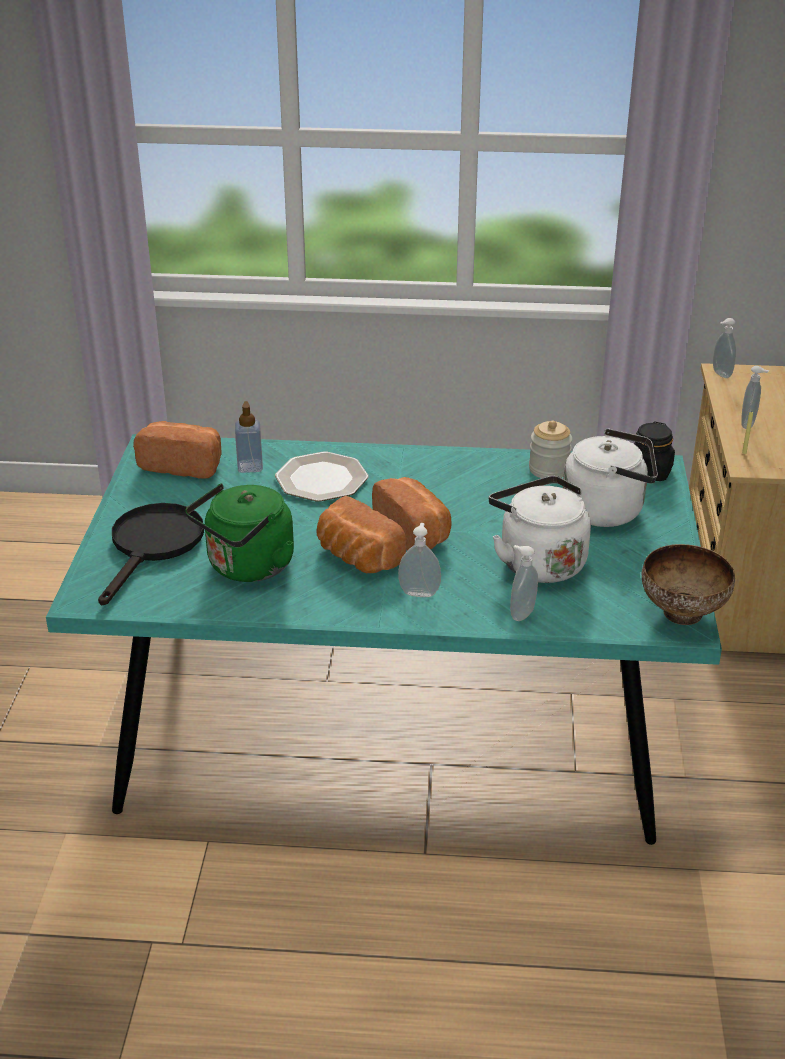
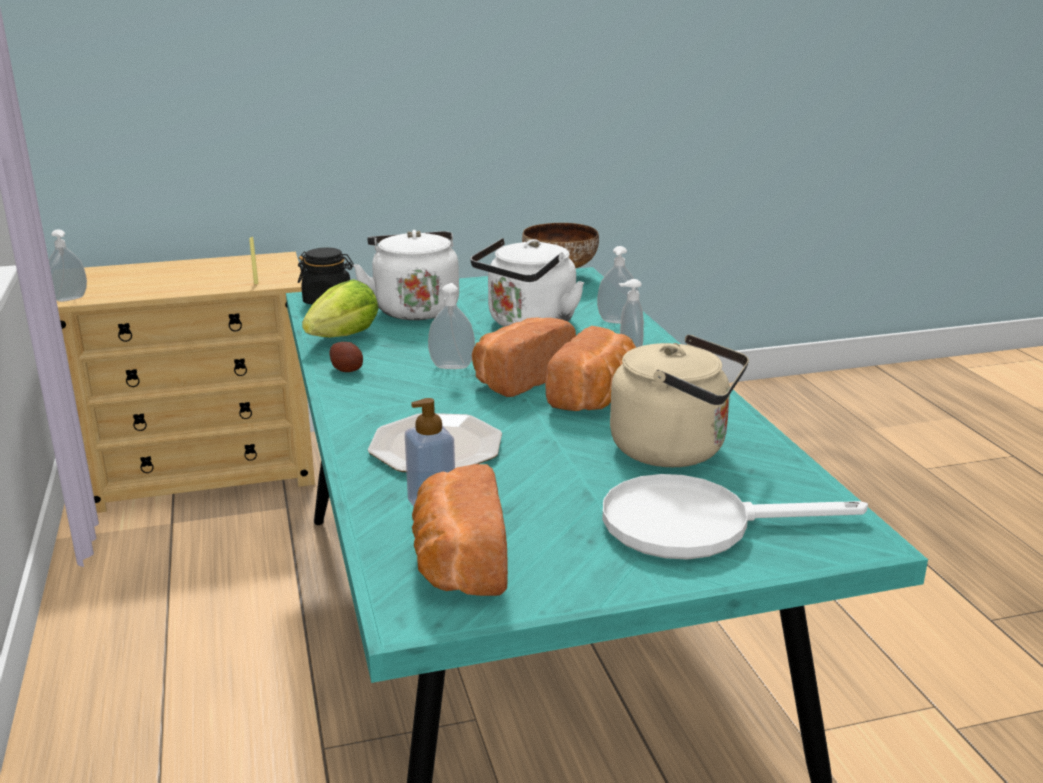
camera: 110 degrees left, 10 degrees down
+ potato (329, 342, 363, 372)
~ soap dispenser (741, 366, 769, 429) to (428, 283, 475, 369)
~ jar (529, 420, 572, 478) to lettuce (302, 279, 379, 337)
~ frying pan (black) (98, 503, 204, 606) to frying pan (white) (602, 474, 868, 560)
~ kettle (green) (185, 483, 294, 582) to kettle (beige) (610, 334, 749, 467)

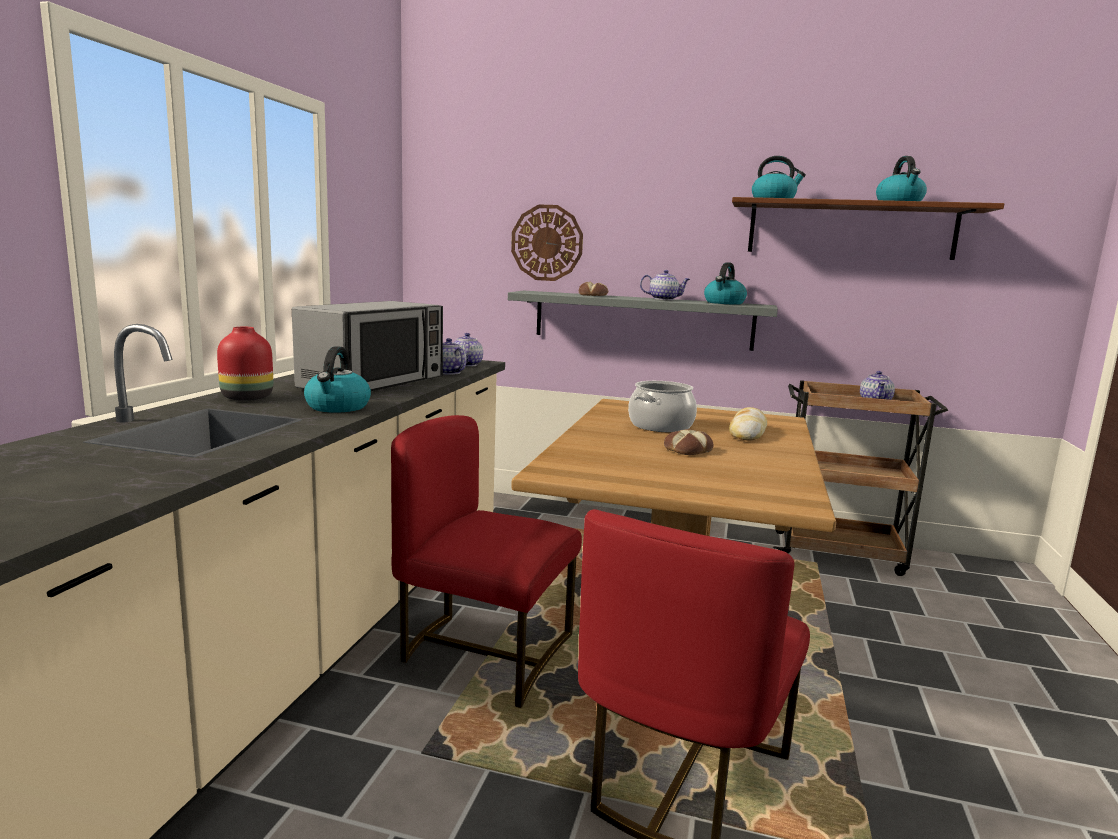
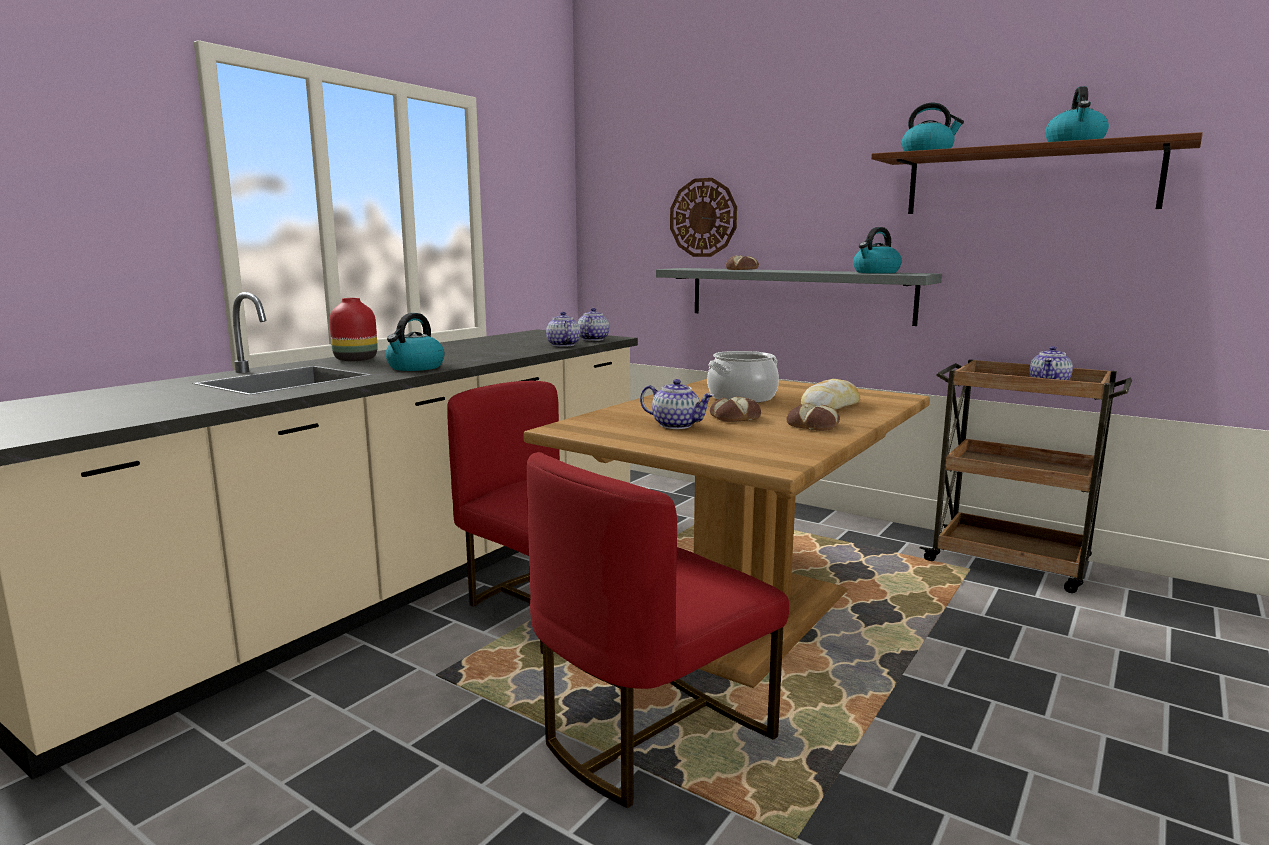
camera: 20 degrees right, 0 degrees up
- microwave (292, 301, 443, 391)
+ bread (786, 403, 840, 431)
~ teapot (640, 270, 690, 300) to (640, 379, 714, 429)

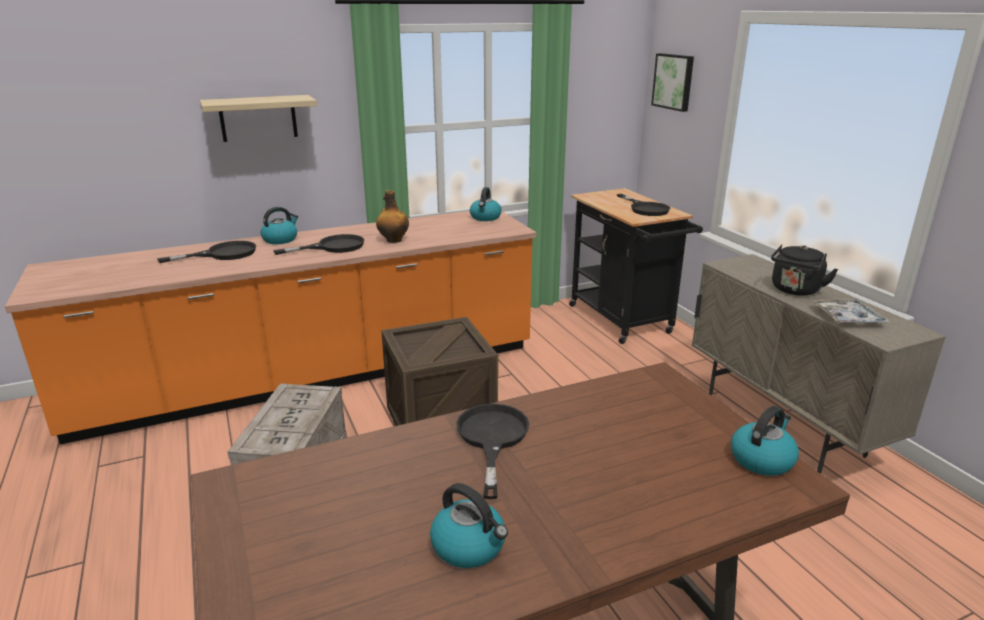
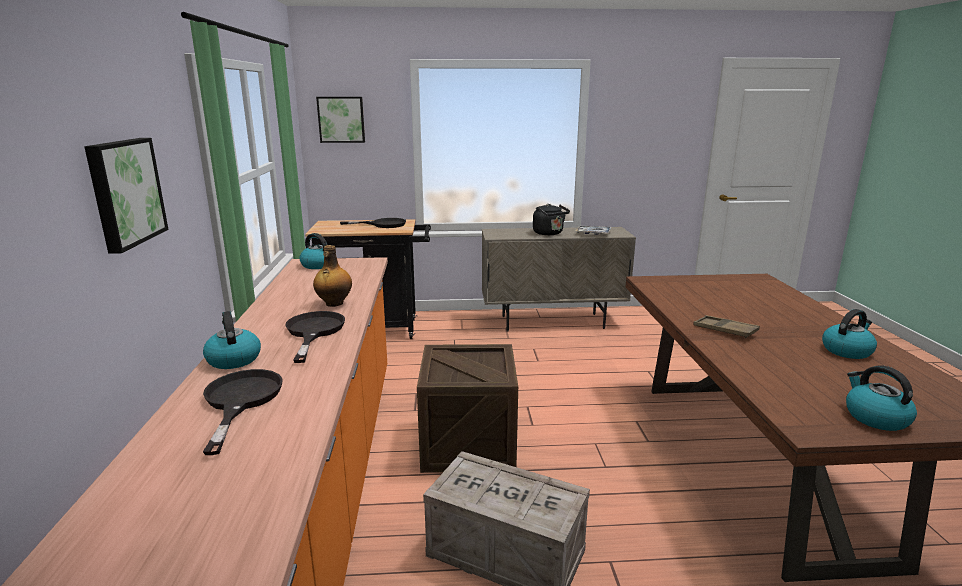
camera: 70 degrees left, 5 degrees down
~ kettle (731, 406, 799, 476) to (846, 365, 917, 431)
~ shelf (200, 95, 317, 142) to picture (84, 138, 169, 254)
~ frying pan (black) (456, 404, 529, 499) to tray (brown) (693, 315, 760, 338)

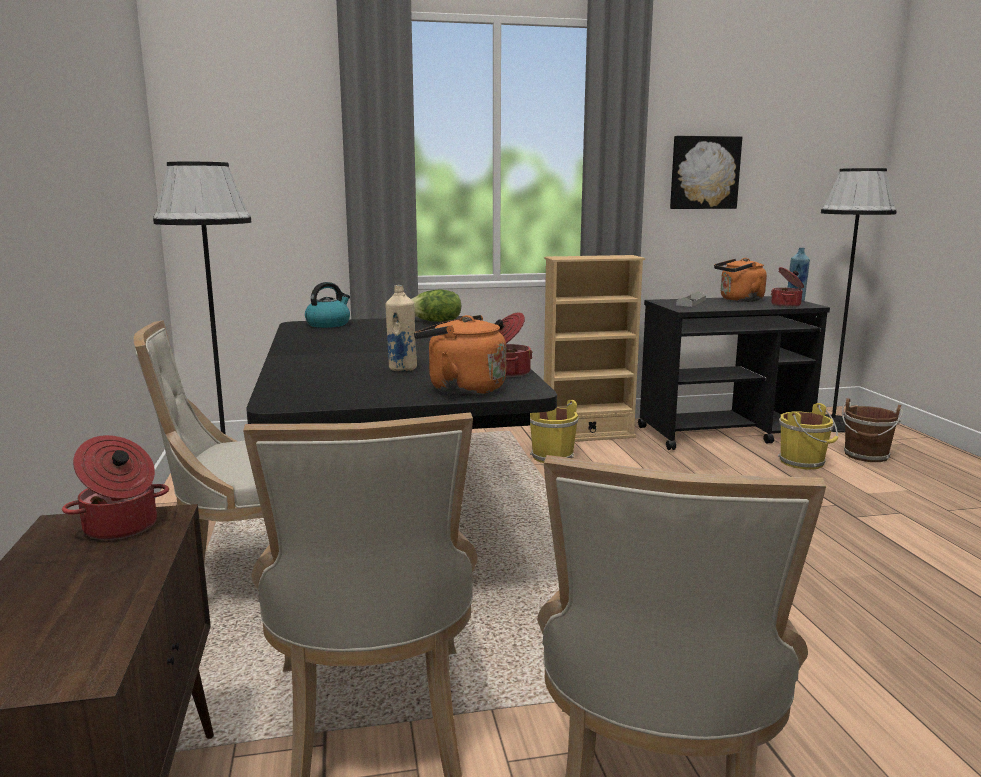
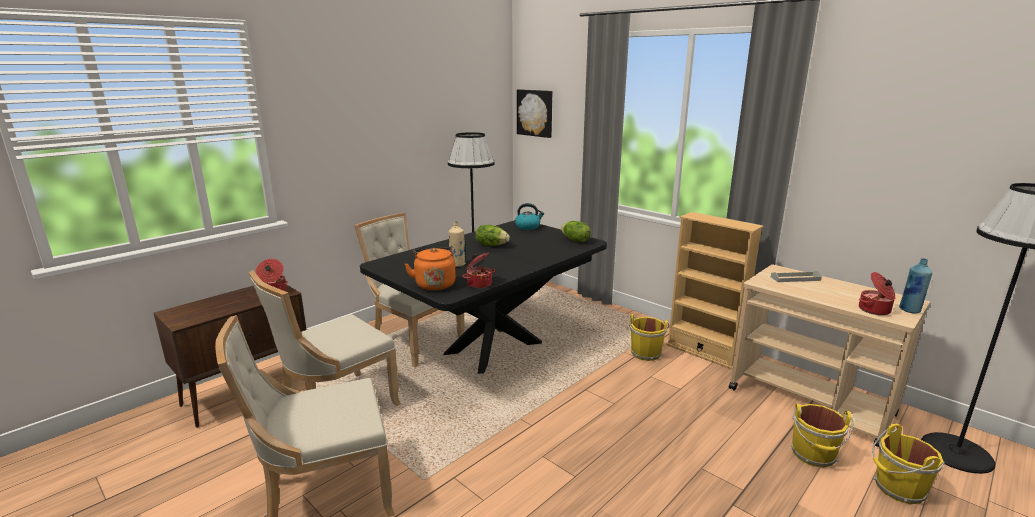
camera: 55 degrees right, 5 degrees up
- kettle (orange) (714, 258, 767, 302)
+ lettuce (475, 225, 510, 246)
~ picture (670, 136, 742, 209) to (517, 89, 552, 138)
~ cart (black) (638, 296, 830, 450) to cart (beige) (729, 264, 930, 447)
~ bucket (brown) (842, 398, 903, 462) to bucket (yellow) (872, 424, 944, 504)

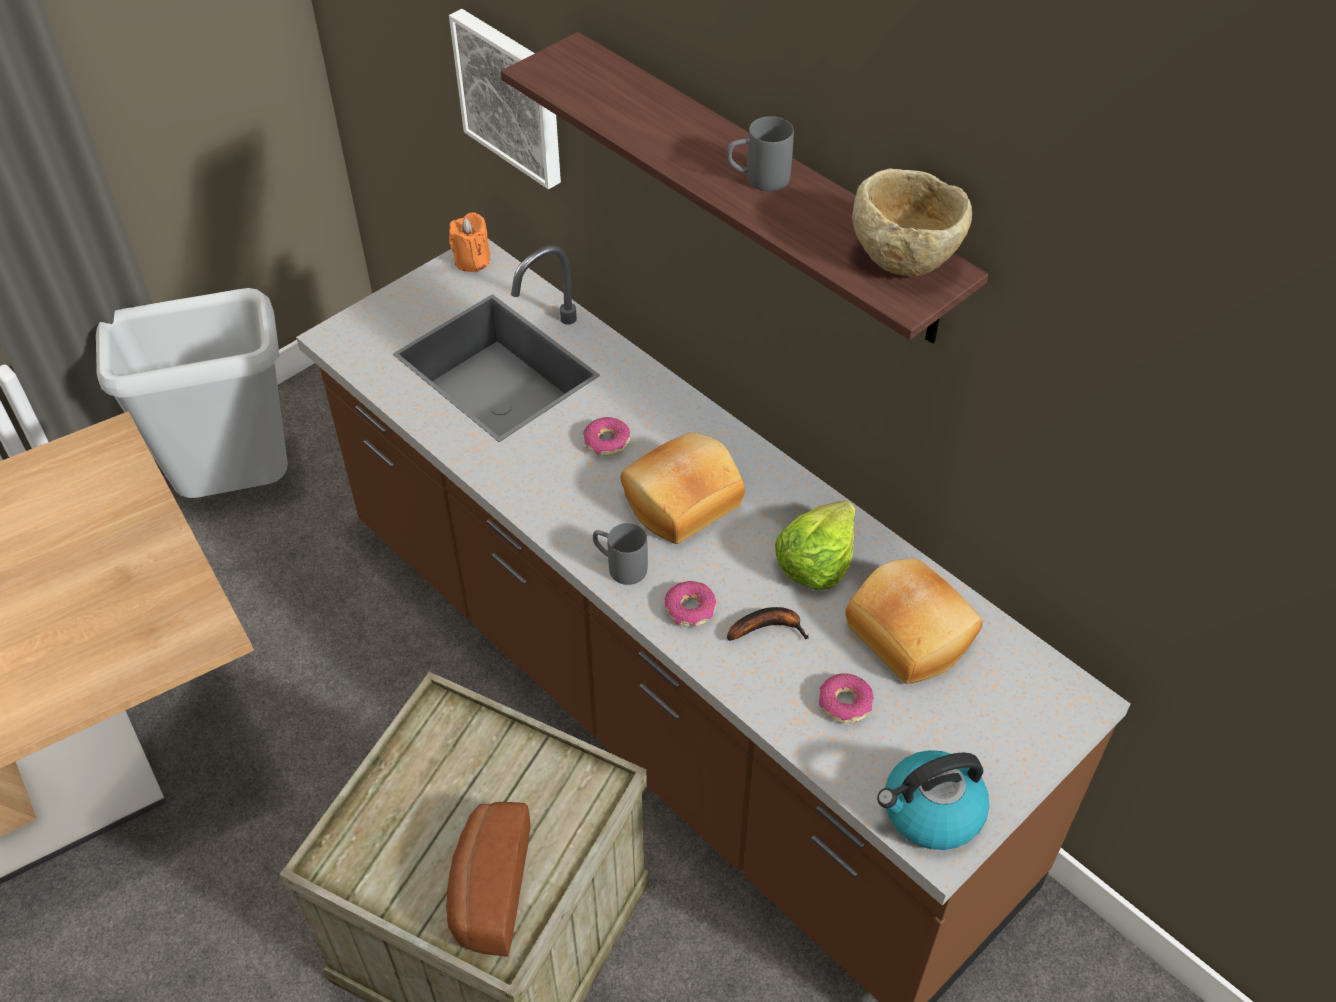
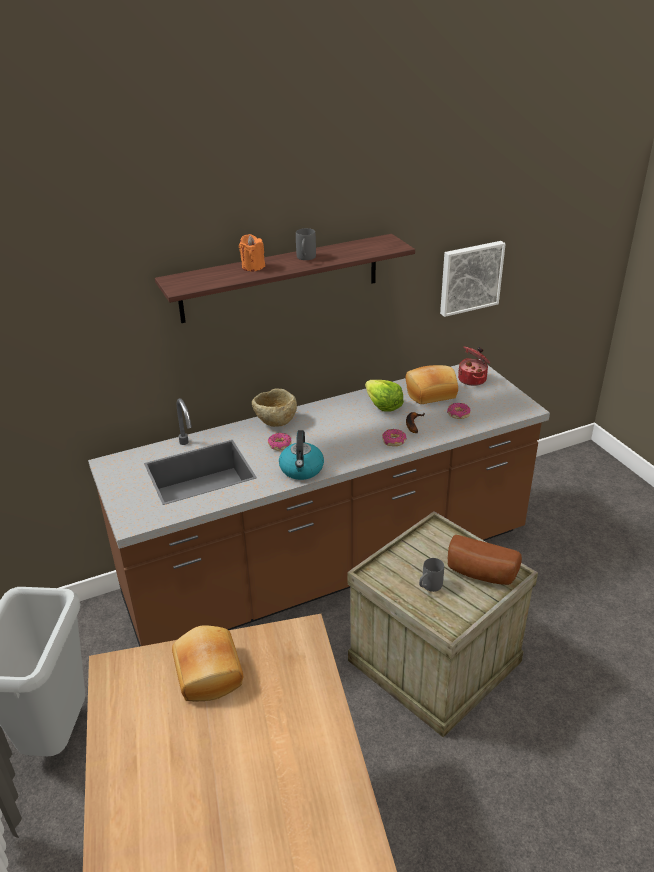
camera: 70 degrees left, 15 degrees down
+ cooking pot (458, 347, 490, 386)
~ picture (449, 9, 561, 189) to (440, 241, 506, 317)
~ candle (orange) (449, 212, 491, 272) to (239, 234, 265, 271)
~ mug (grey) (593, 523, 648, 585) to (419, 558, 444, 592)
~ bread (620, 432, 745, 544) to (172, 625, 243, 701)
~ bowl (beige) (852, 168, 972, 276) to (252, 388, 297, 427)
~ kettle (877, 750, 989, 850) to (279, 430, 324, 480)

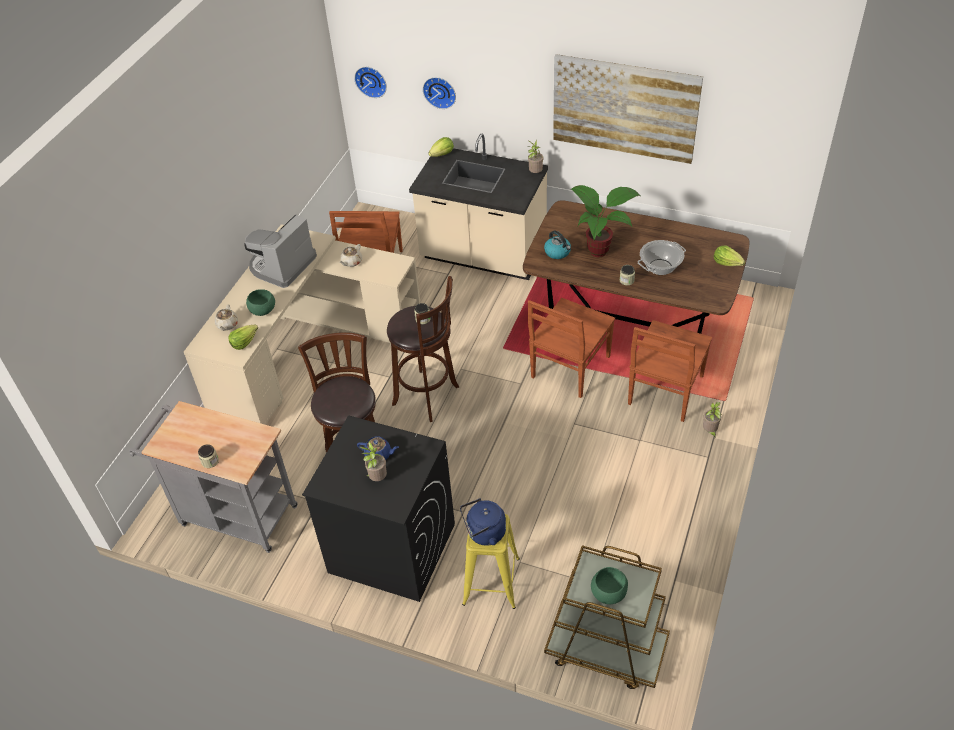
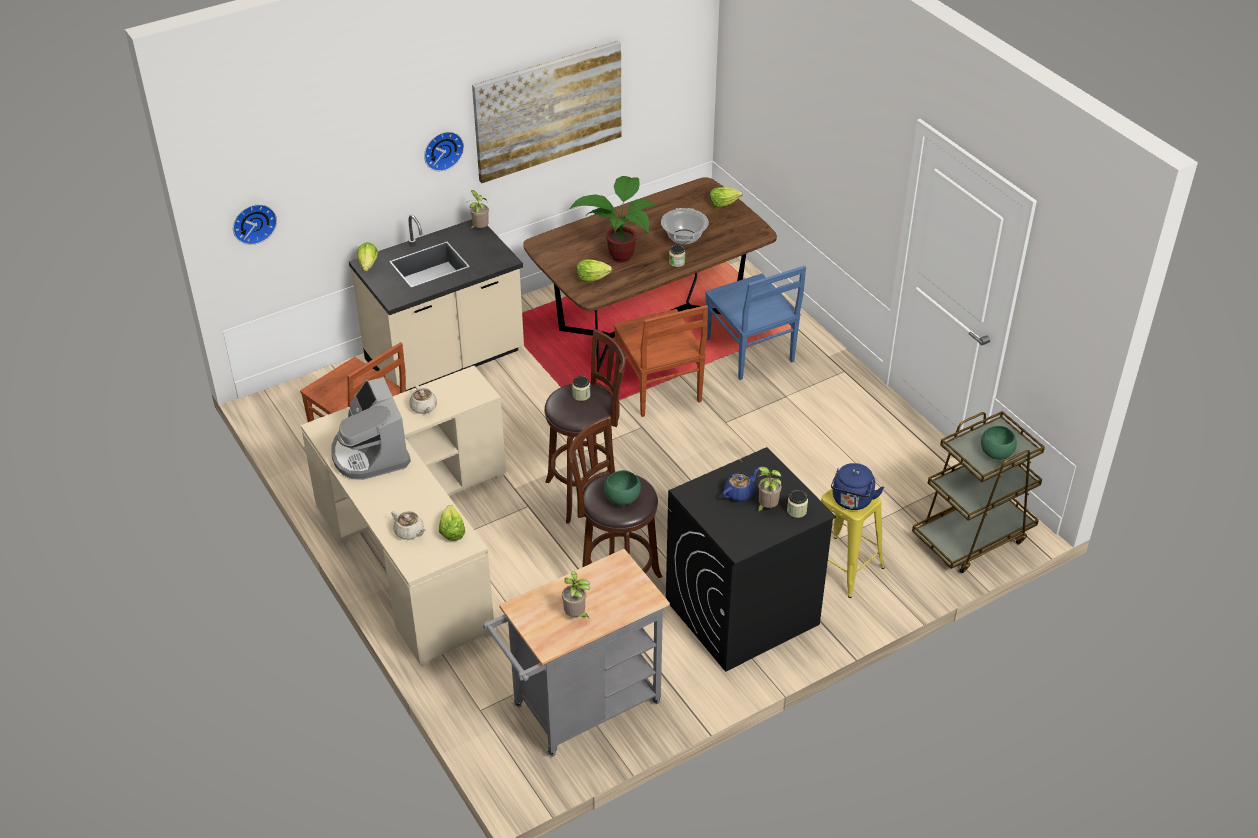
camera: 55 degrees left, 5 degrees down
~ jar (198, 444, 219, 468) to (787, 490, 808, 518)
~ bowl (green) (246, 289, 275, 316) to (604, 470, 641, 505)
~ wall clock (423, 77, 456, 109) to (424, 132, 464, 171)
~ potted plant (703, 402, 722, 437) to (562, 571, 590, 618)
~ kettle (544, 230, 571, 259) to lettuce (577, 259, 612, 282)
~ chair (brown) (628, 320, 712, 422) to chair (blue) (705, 266, 806, 380)

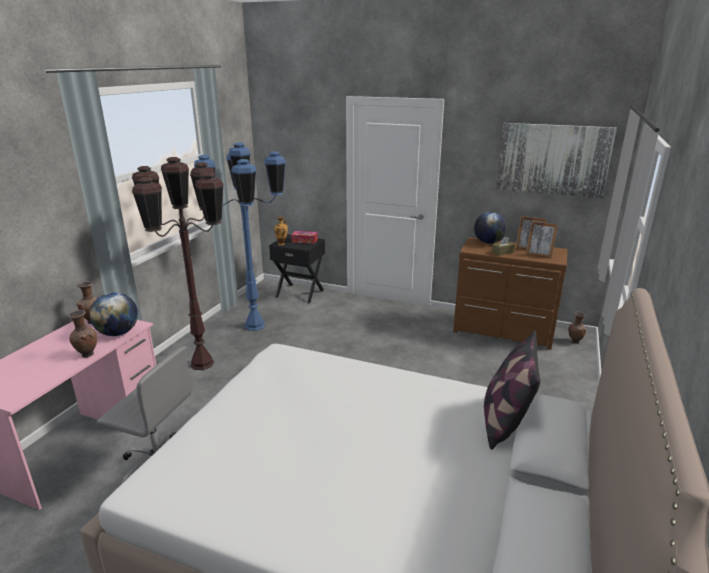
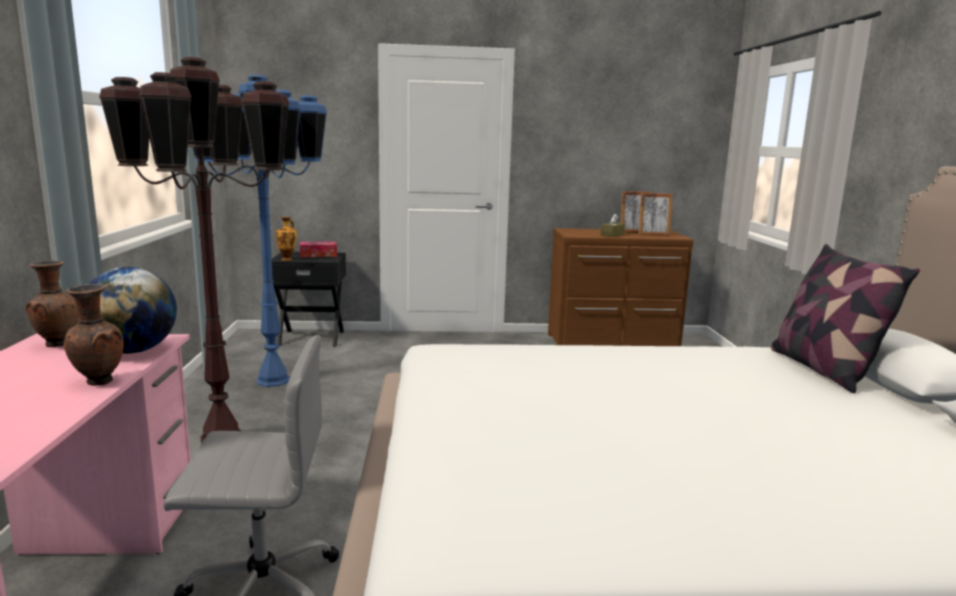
camera: 25 degrees left, 10 degrees down
- globe (474, 212, 506, 244)
- picture (496, 123, 617, 198)
- vase (brown) (568, 312, 586, 344)

